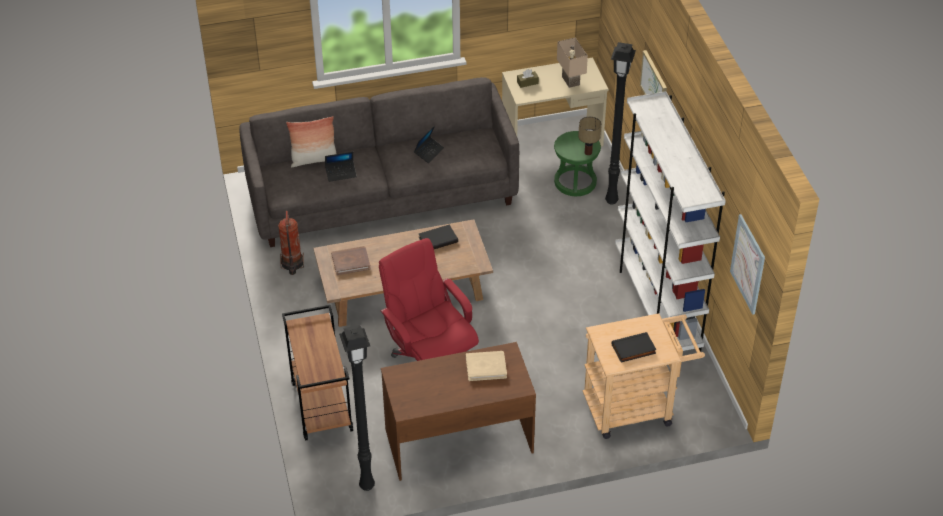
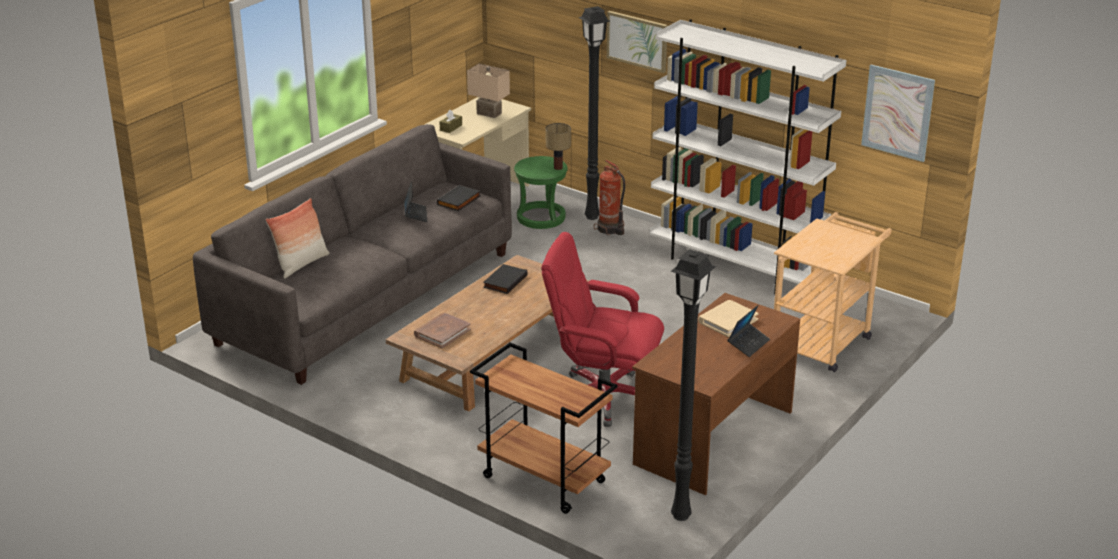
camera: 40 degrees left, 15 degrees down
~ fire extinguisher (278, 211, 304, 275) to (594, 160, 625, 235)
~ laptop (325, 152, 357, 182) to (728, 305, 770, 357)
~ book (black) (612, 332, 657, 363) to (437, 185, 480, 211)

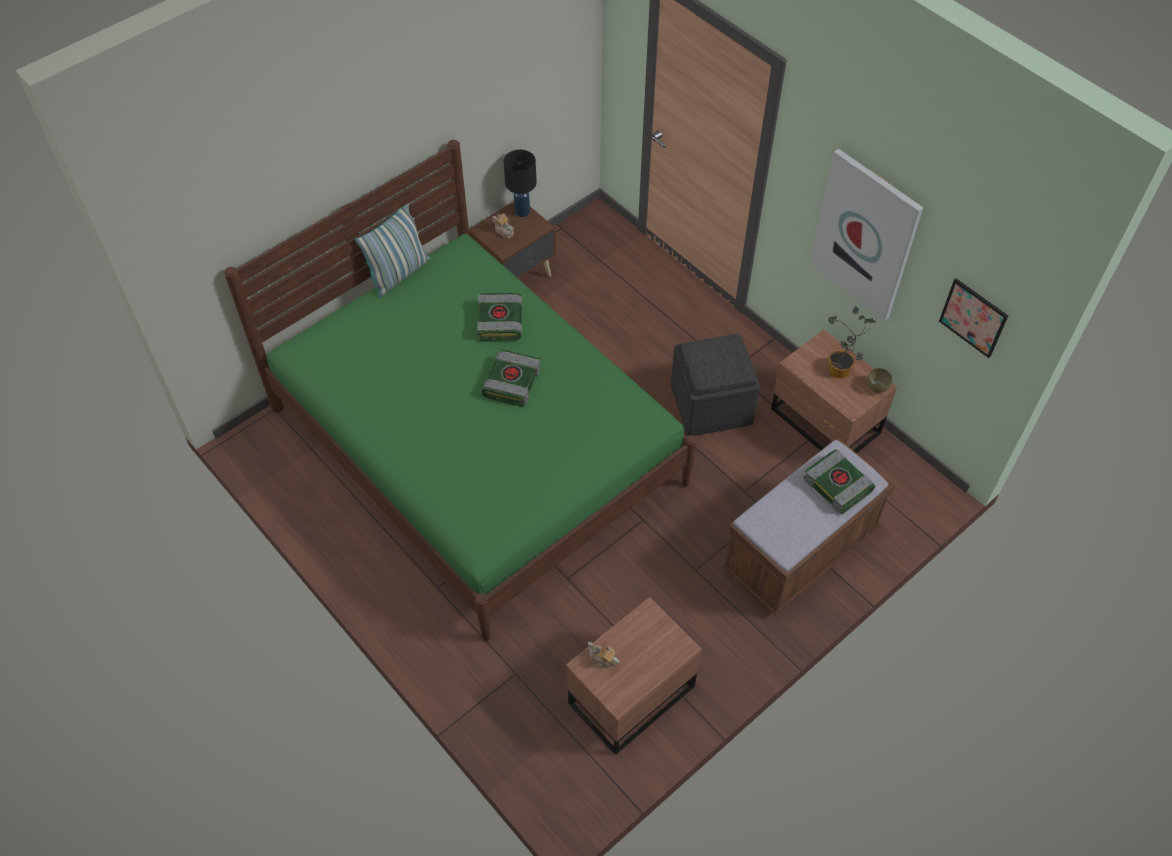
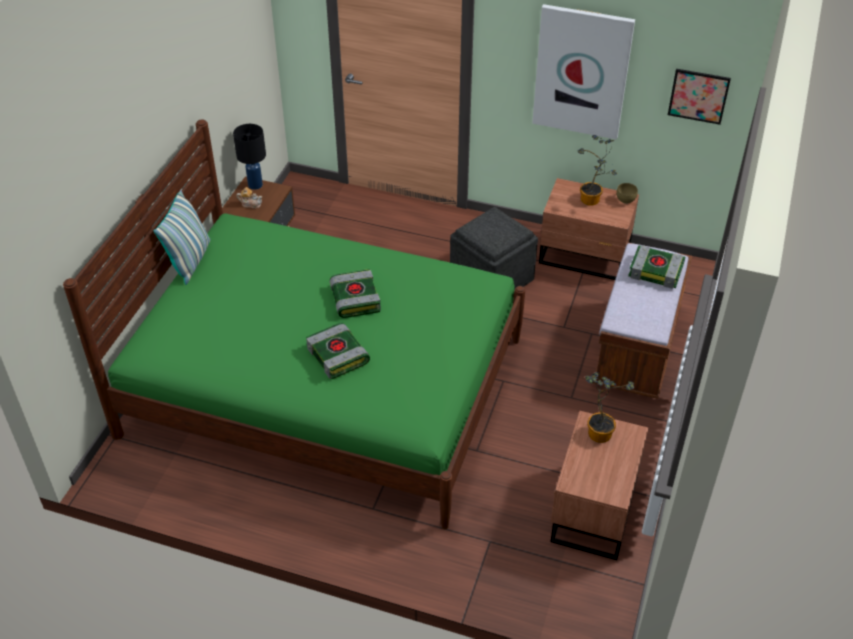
camera: 30 degrees left, 10 degrees down
- teapot (588, 642, 620, 668)
+ potted plant (585, 372, 634, 443)
~ book (477, 293, 522, 341) to (306, 323, 370, 379)

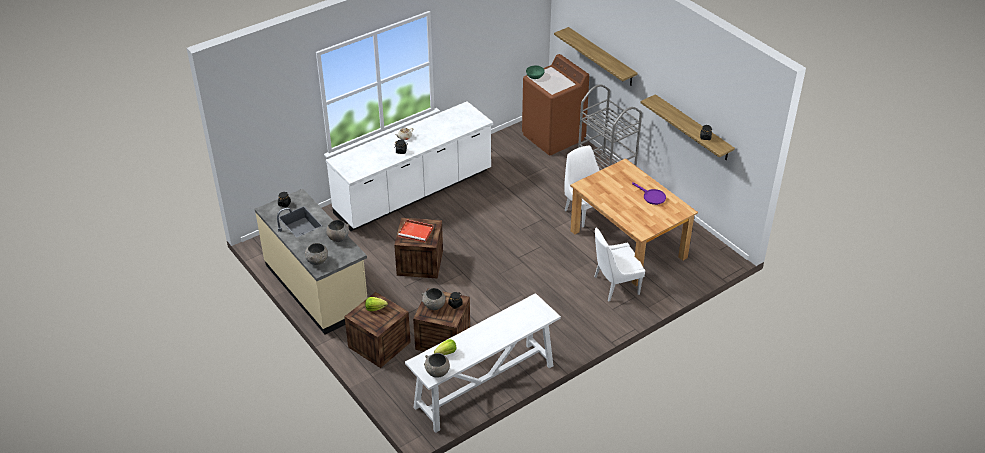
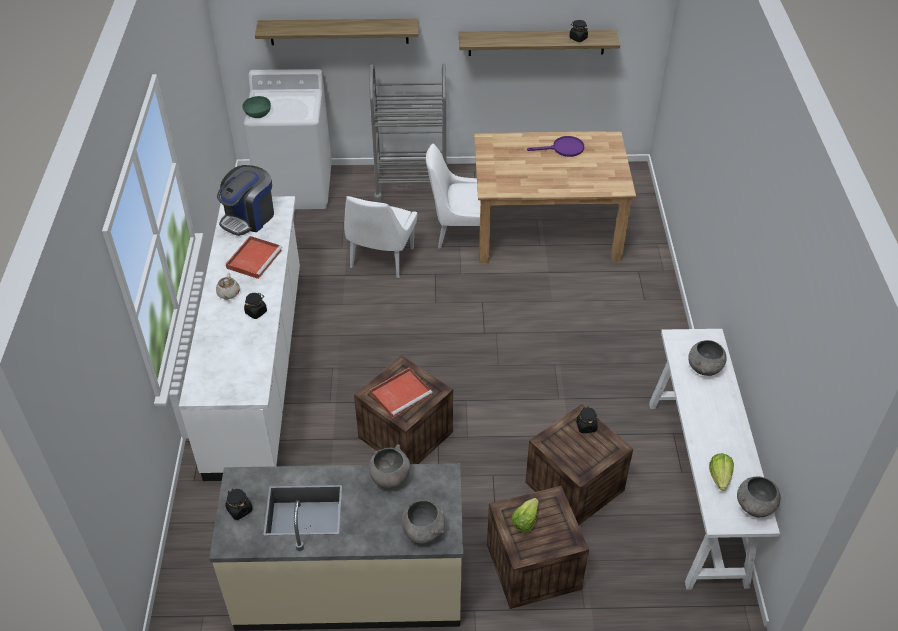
camera: 55 degrees left, 5 degrees up
+ coffee machine (217, 165, 274, 236)
+ tray (red) (226, 236, 282, 279)
~ bowl (grey) (421, 288, 446, 310) to (688, 340, 727, 376)
~ chair (white) (594, 228, 645, 301) to (344, 196, 417, 278)
~ washing machine (brown) (522, 54, 589, 156) to washing machine (white) (243, 69, 332, 209)

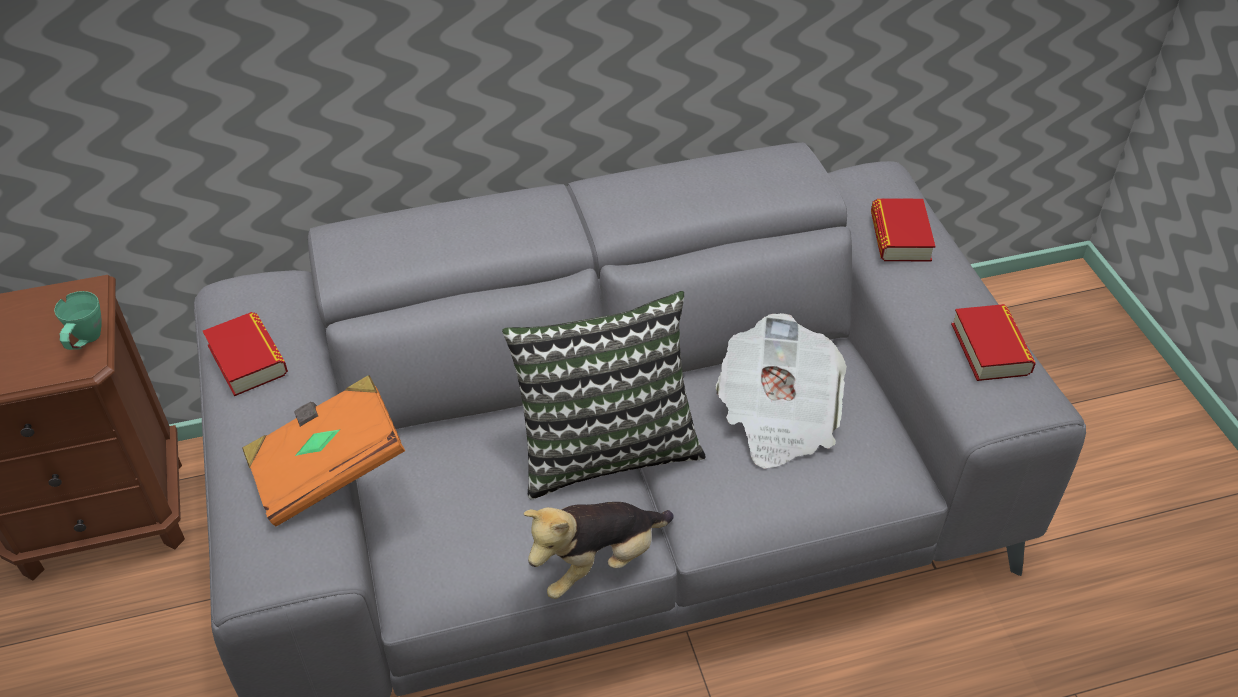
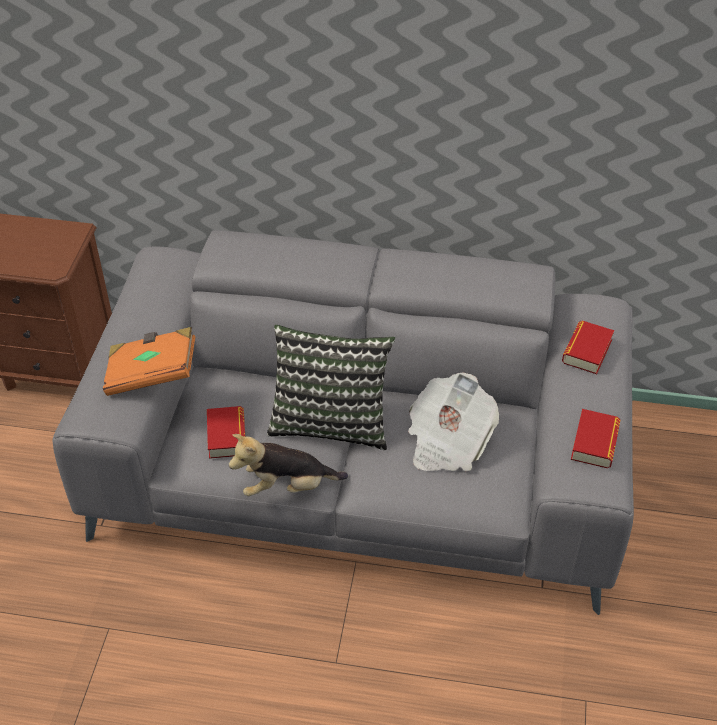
camera: 25 degrees right, 0 degrees up
- mug (green) (54, 291, 101, 350)
~ book (203, 312, 288, 396) to (207, 406, 245, 459)

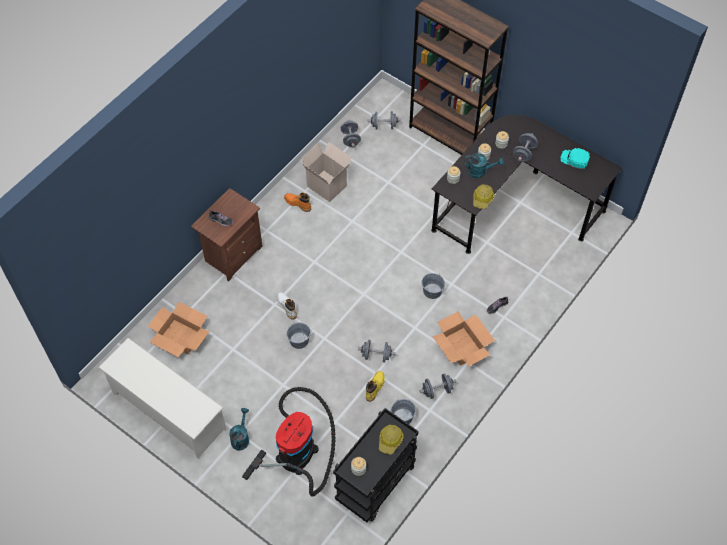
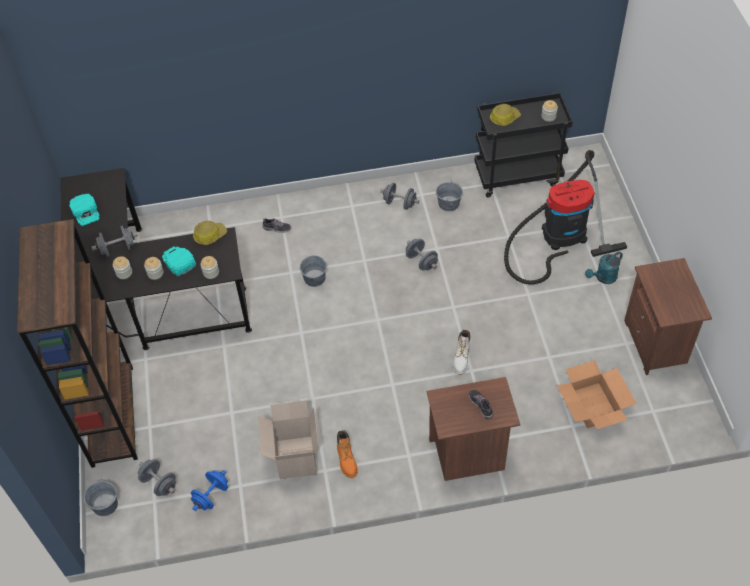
camera: 135 degrees left, 5 degrees down
- boot (yellow) (366, 371, 385, 402)
- cardboard box (432, 311, 495, 366)
~ bucket (grey) (286, 322, 311, 349) to (83, 479, 118, 516)
~ shoe rack (white) (98, 338, 227, 458) to nightstand (brown) (624, 258, 712, 375)
~ watering can (turquoise) (464, 153, 504, 178) to cap (turquoise) (162, 247, 196, 276)
~ dumbbell (grey) (341, 120, 361, 148) to dumbbell (blue) (191, 470, 228, 511)

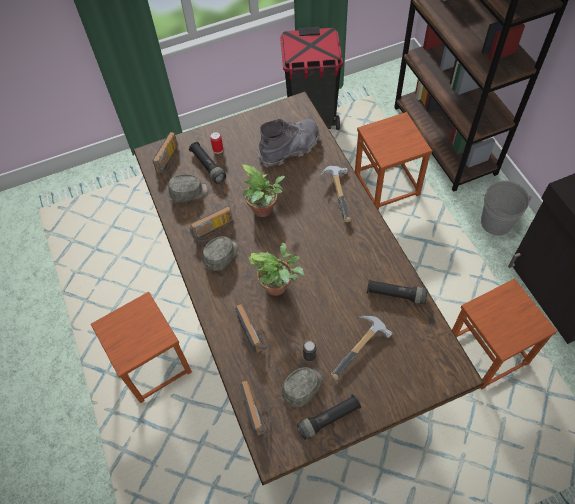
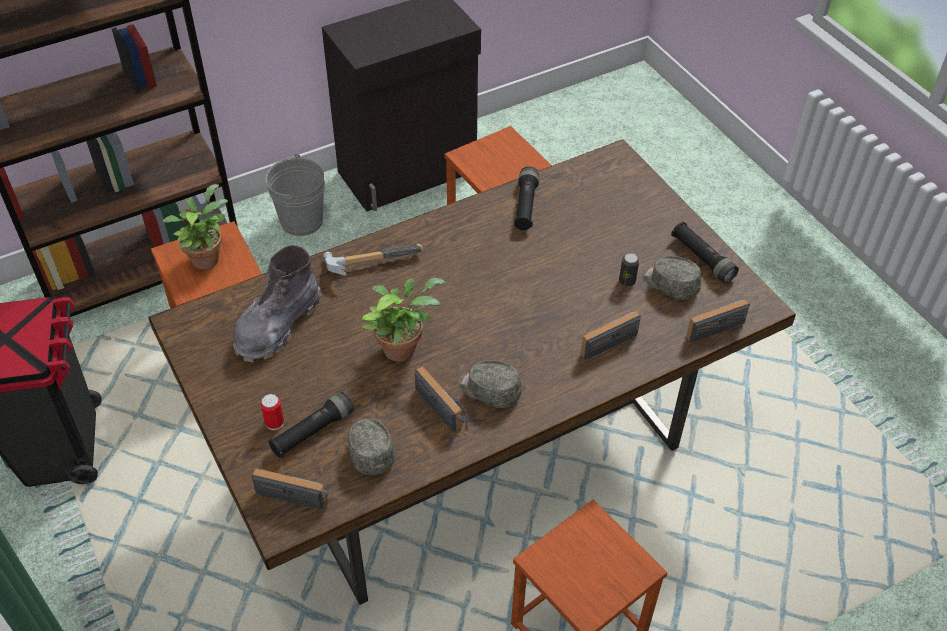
camera: 100 degrees left, 10 degrees down
- hammer (331, 316, 393, 380)
~ potted plant (248, 243, 305, 296) to (163, 184, 228, 270)
~ boot (grey) (258, 119, 320, 168) = (233, 245, 322, 363) 105 degrees counterclockwise

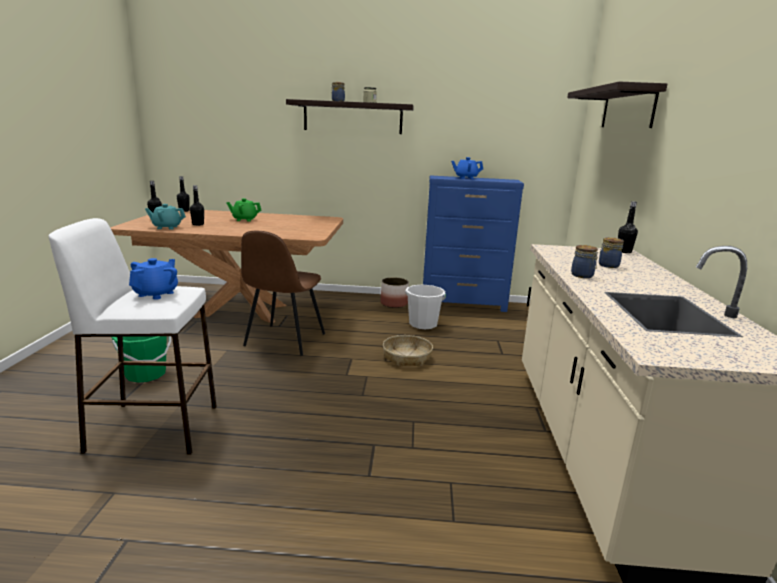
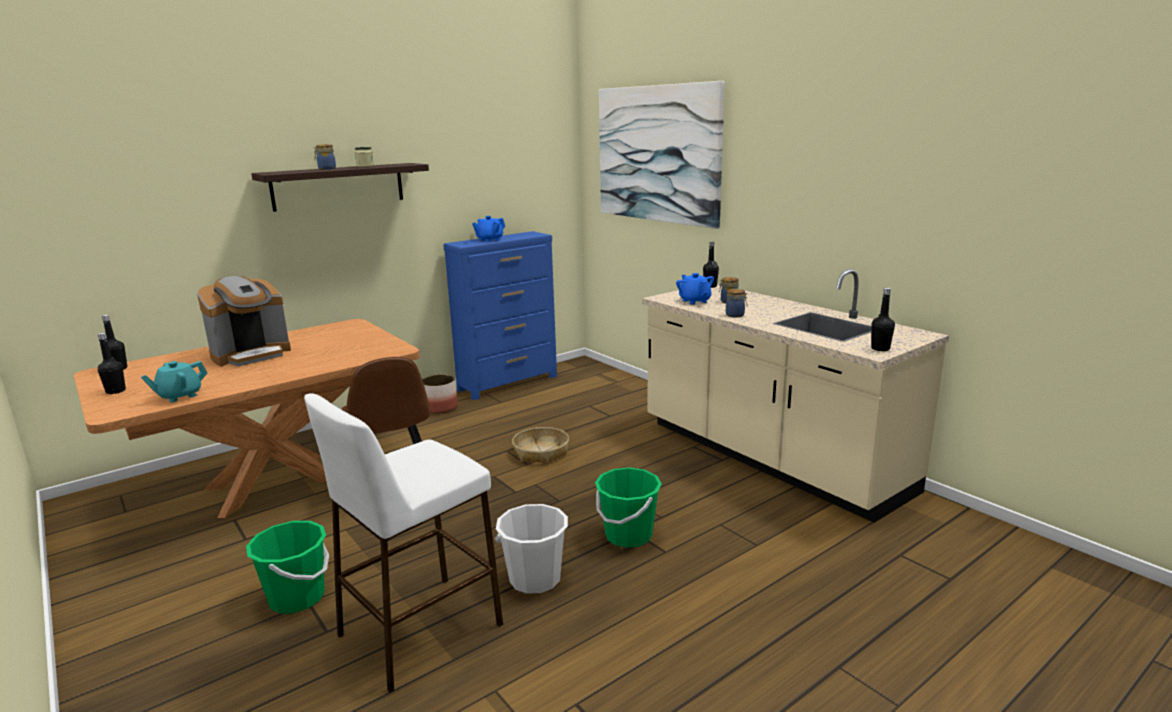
camera: 40 degrees left, 0 degrees up
+ bucket (green) (595, 468, 662, 548)
~ teapot (blue) (129, 258, 178, 300) to (676, 273, 714, 305)
~ bottle (black) (190, 185, 204, 226) to (871, 288, 895, 351)
~ bucket (white) (405, 285, 446, 329) to (495, 504, 568, 594)
~ teapot (green) (226, 198, 261, 222) to coffee machine (197, 276, 291, 367)
~ shelf (567, 82, 667, 128) to picture (599, 81, 725, 229)

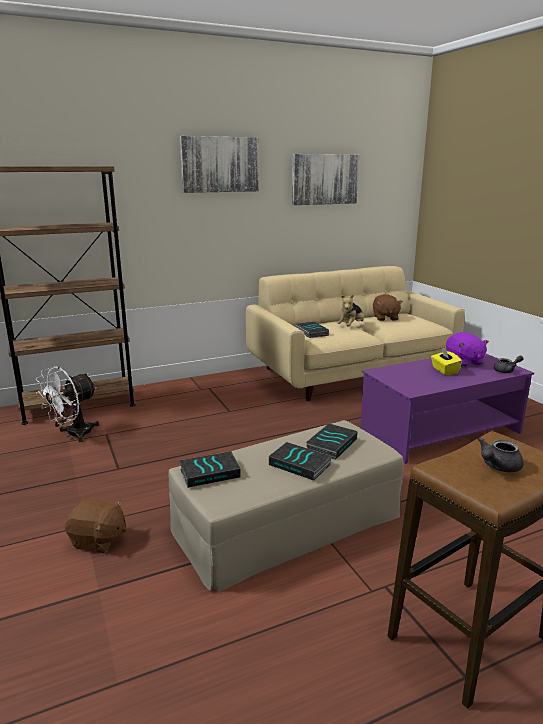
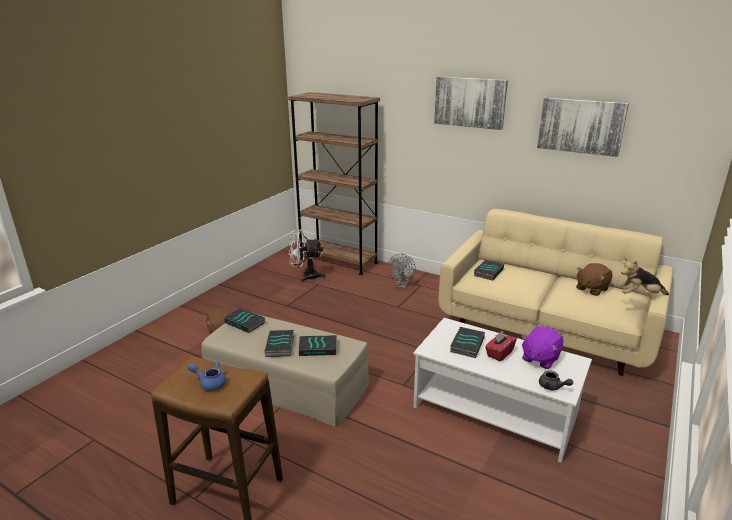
camera: 55 degrees right, 5 degrees up
+ fan (grey) (388, 254, 416, 288)
+ book (450, 327, 485, 358)
~ plush toy (337, 294, 364, 326) to (619, 257, 669, 295)
~ coffee table (purple) (360, 354, 534, 464) to coffee table (white) (413, 318, 592, 463)
~ tissue box (yellow) (431, 348, 462, 375) to tissue box (red) (485, 331, 517, 361)
~ teapot (grey) (478, 437, 524, 472) to teapot (blue) (188, 361, 226, 391)

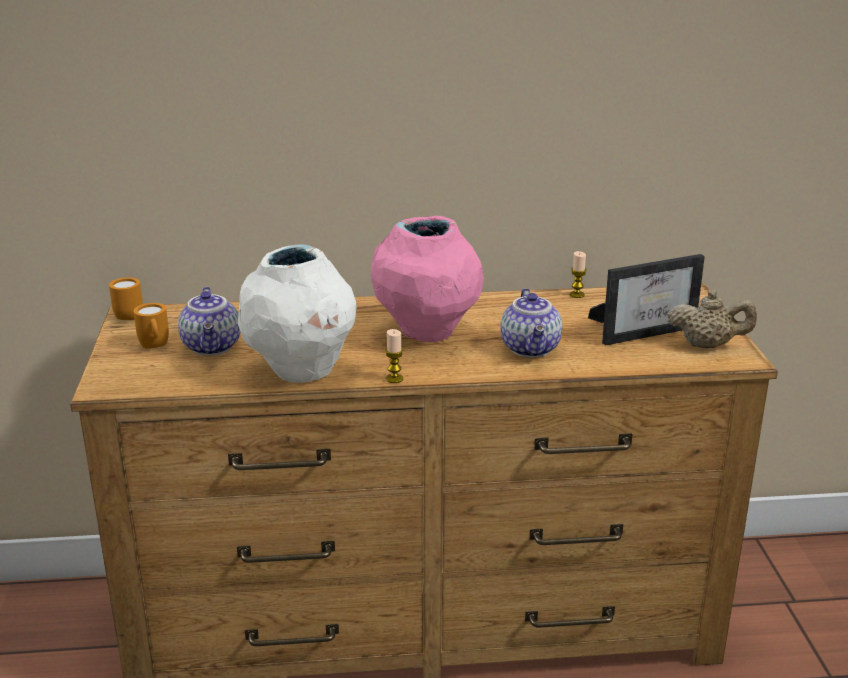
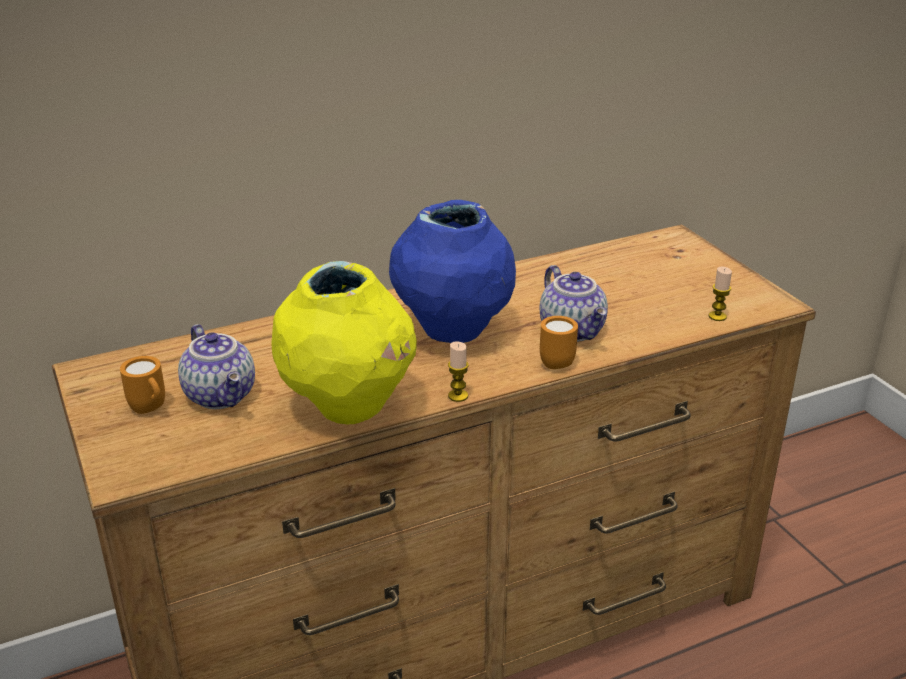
camera: 20 degrees left, 5 degrees up
- picture frame (588, 254, 705, 346)
- teapot (beige) (667, 290, 757, 348)
~ mug (orange) (109, 277, 143, 320) to (540, 316, 578, 369)
~ candle (570, 251, 587, 298) to (709, 267, 732, 321)
~ vase (white) (238, 244, 357, 383) to vase (yellow) (271, 261, 417, 424)
~ vase (pink) (371, 216, 484, 342) to vase (blue) (389, 200, 516, 343)

